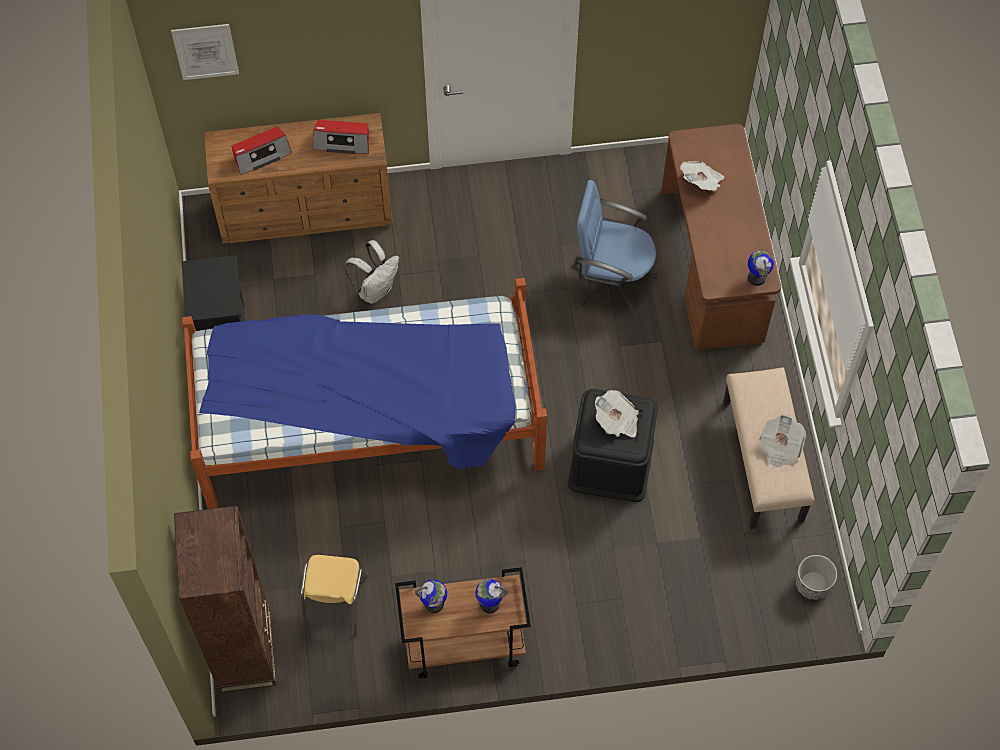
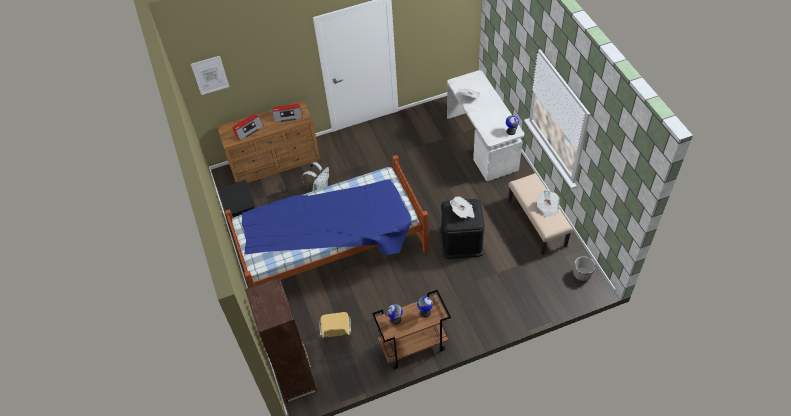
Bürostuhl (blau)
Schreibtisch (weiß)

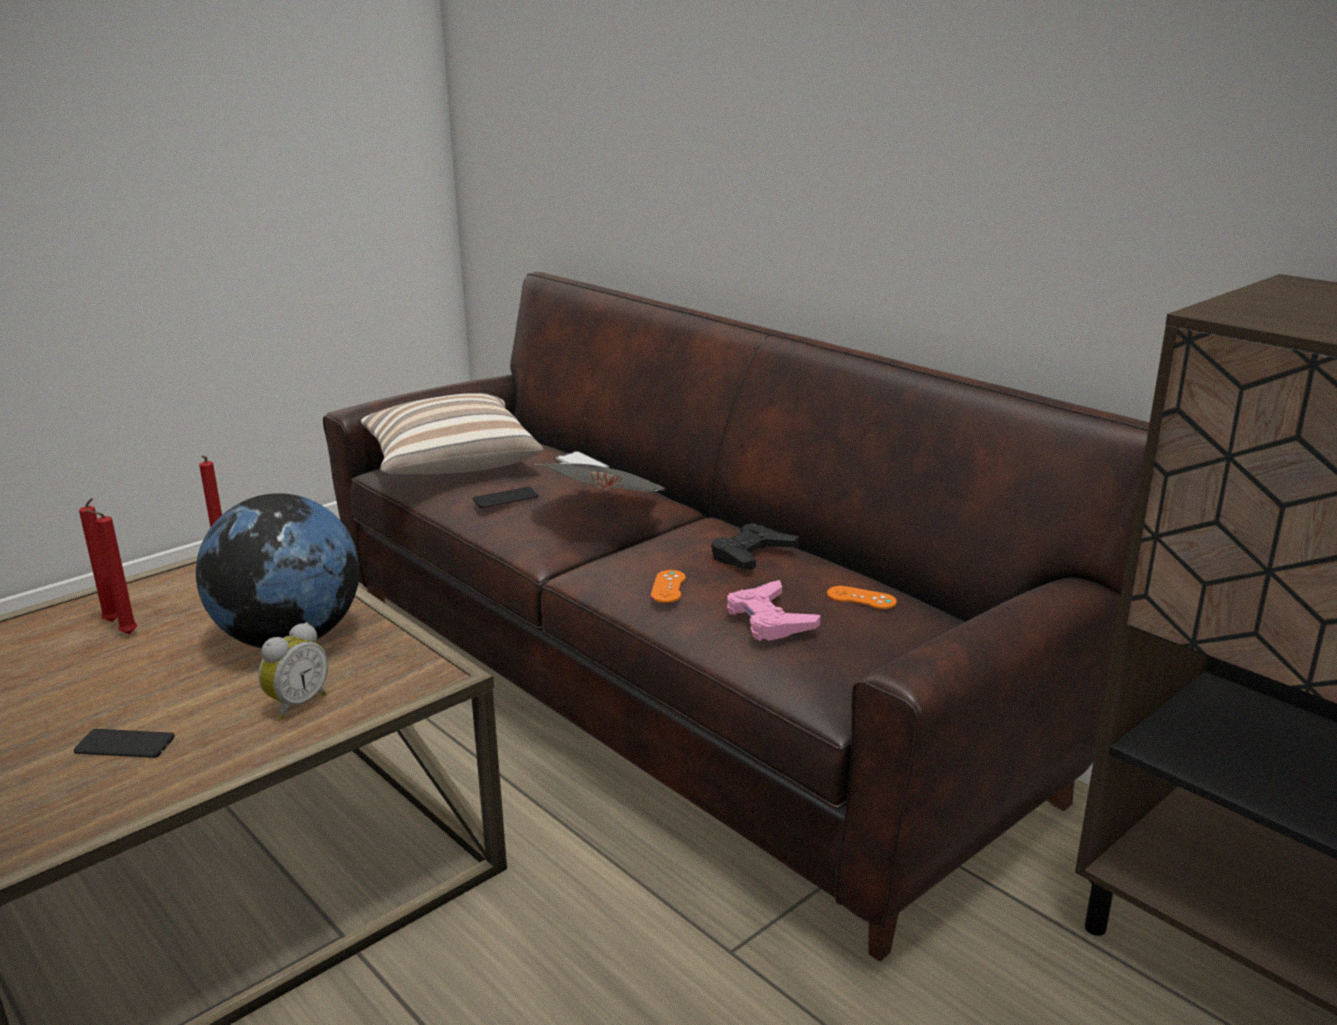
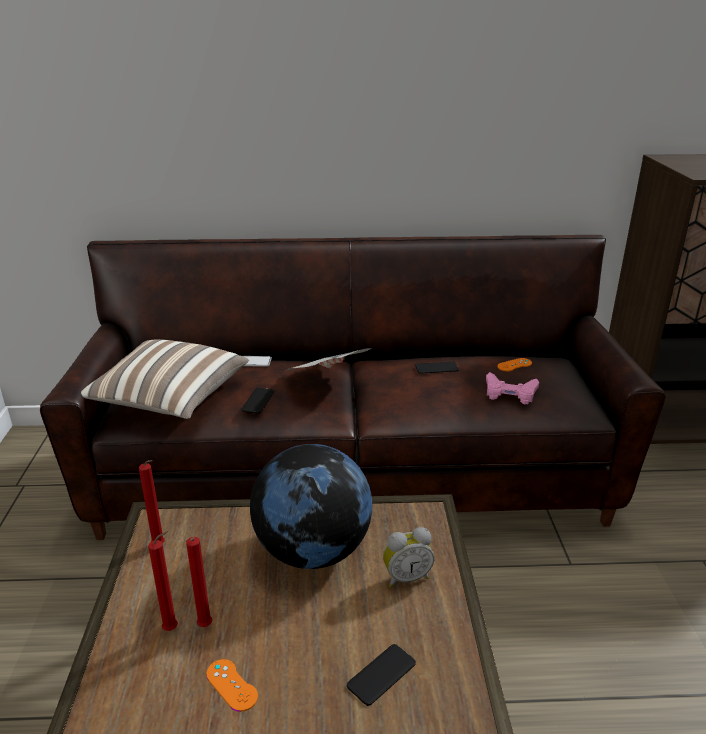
Gamepad (orange) (no. 1 from left)
Handy (no. 4 from left)
Wecker

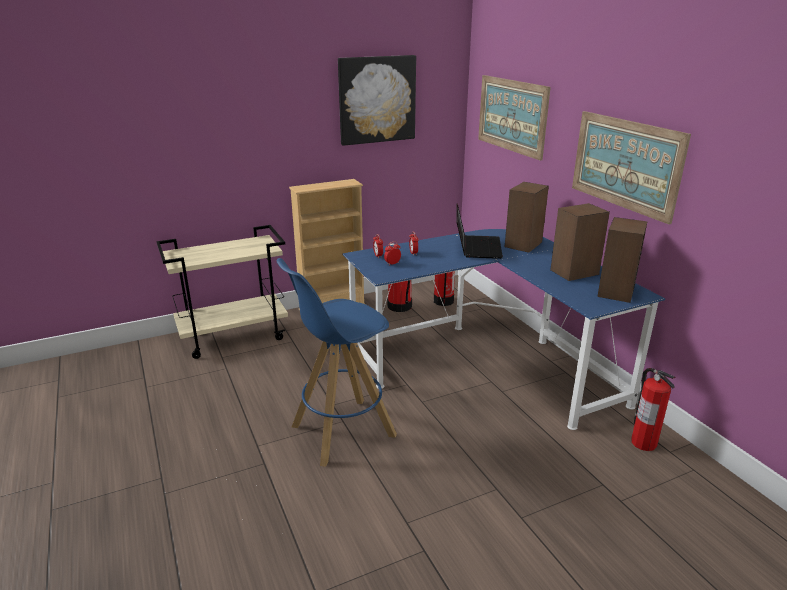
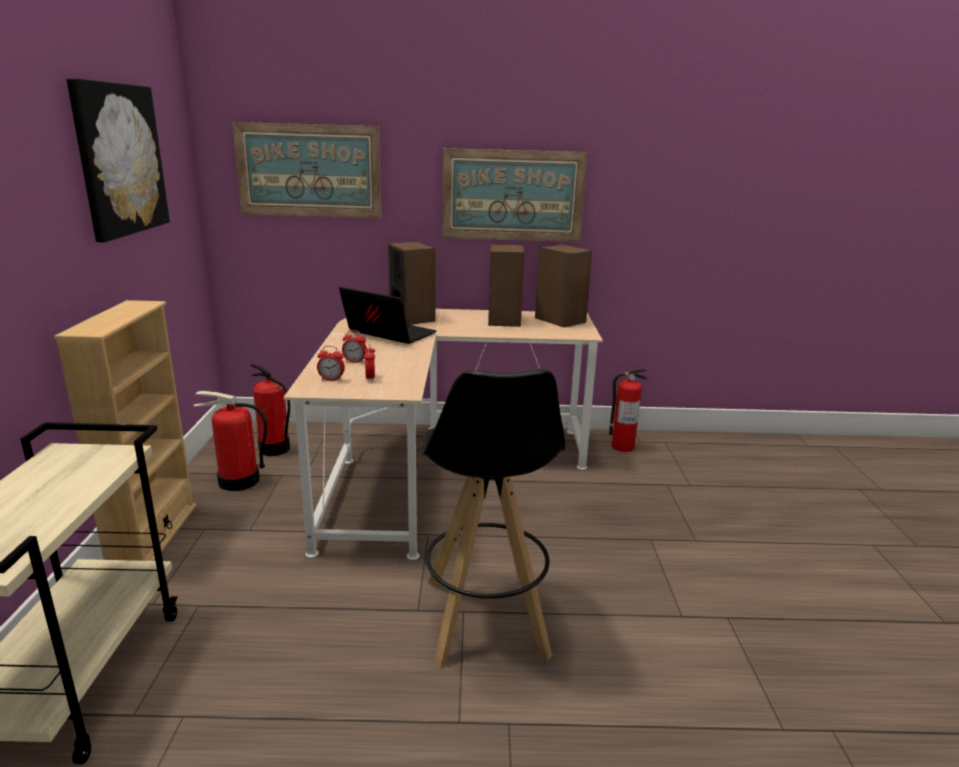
Hocker (schwarz)
Schreibtisch (beige)

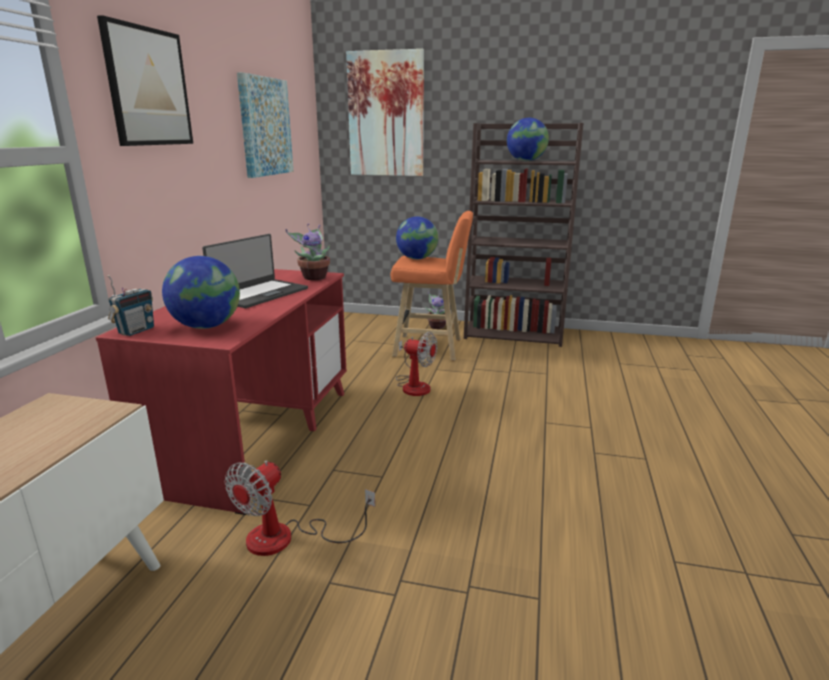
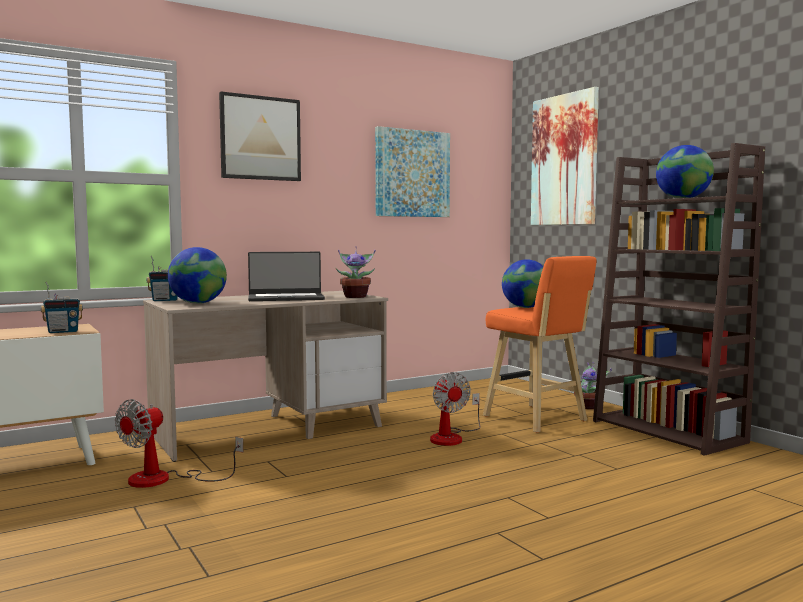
Radio (no. 1 from left)
Schreibtisch (beige)
Ventilator (no. 1 from left)

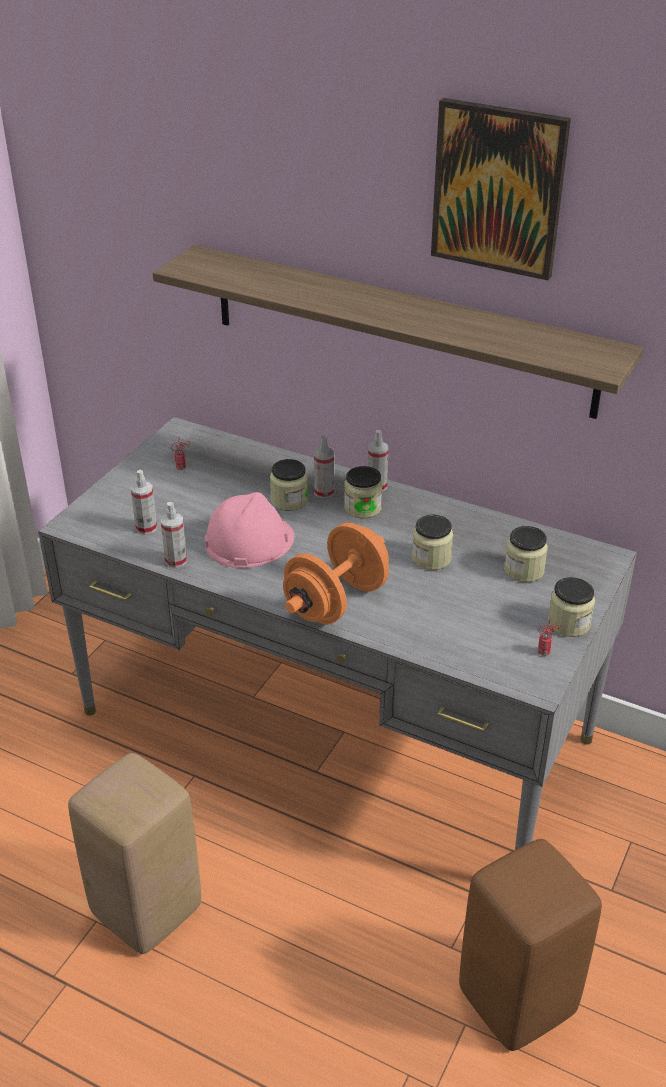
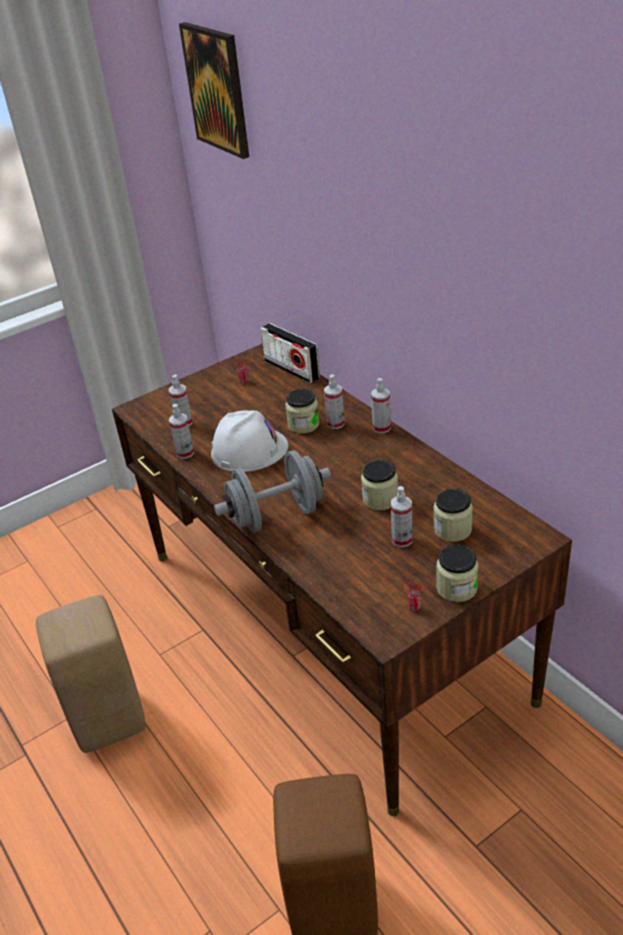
Wandregal
Vorratsglas (no. 2 from left in the first image)
Radio
Sprühflasche (no. 5 from left)
Bild
Schreibtisch (braun)
Schutzhelm (weiß)
Hantel (grau)

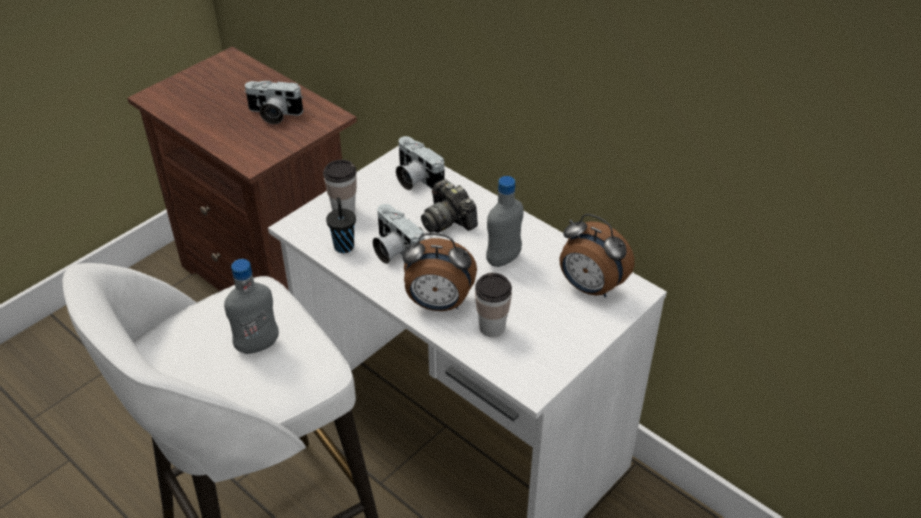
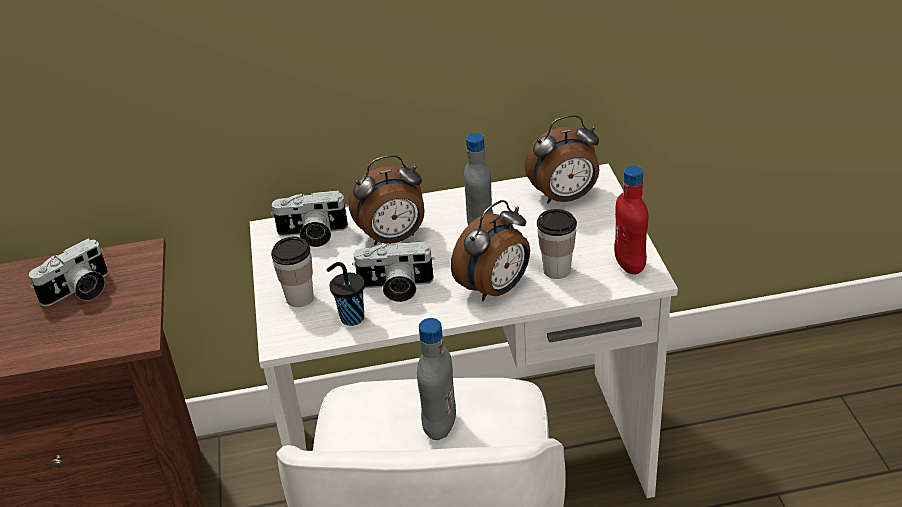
Flasche (rot)
Wecker (no. 1 from left)

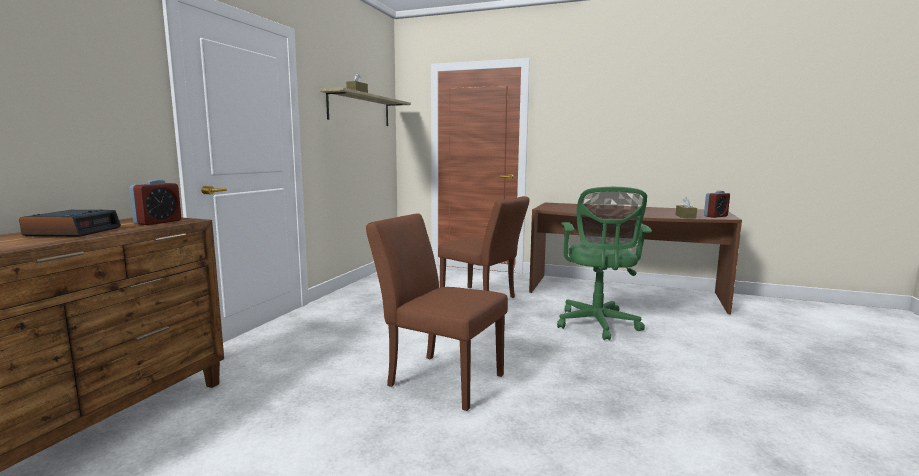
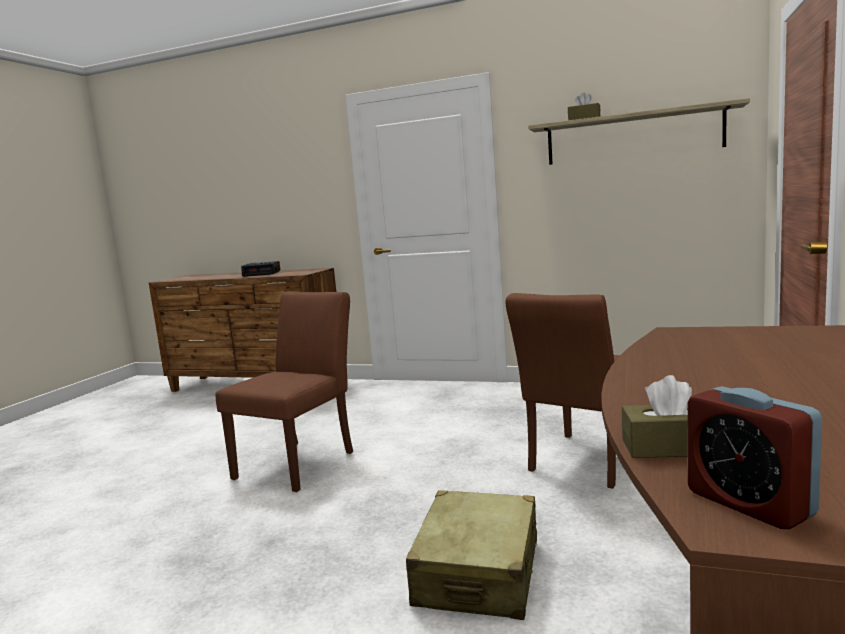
Wecker (no. 2 from left in the first image)
Koffer (beige)

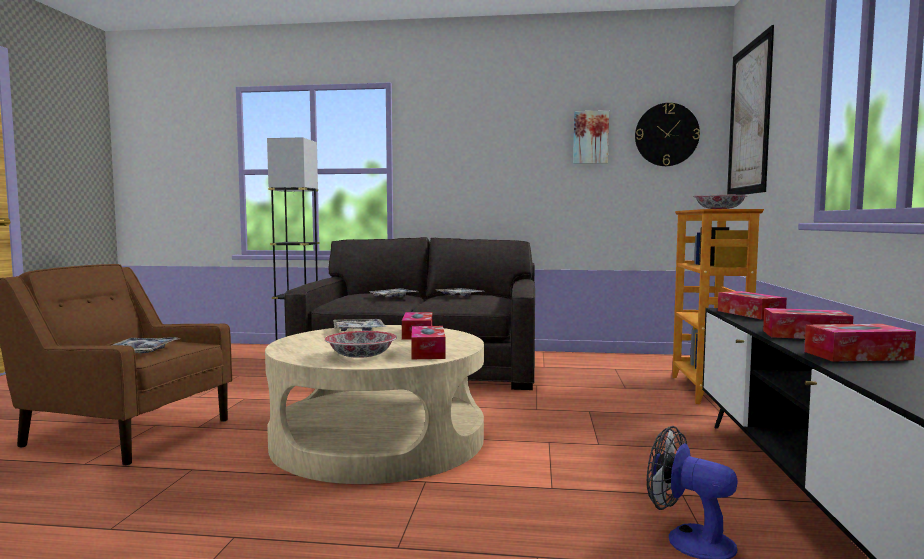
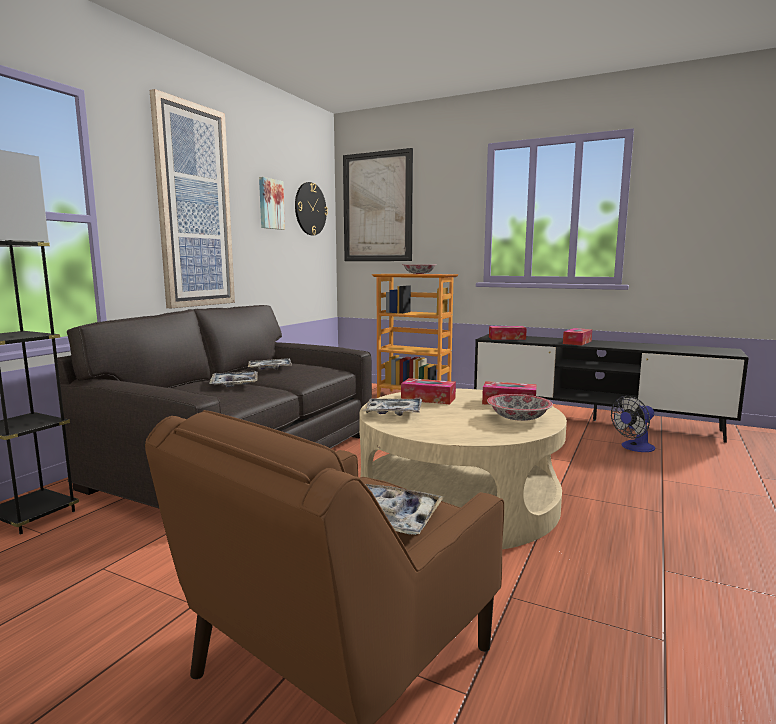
Taschentuchbox (no. 5 from left in the first image)
Bild (no. 1 from left)

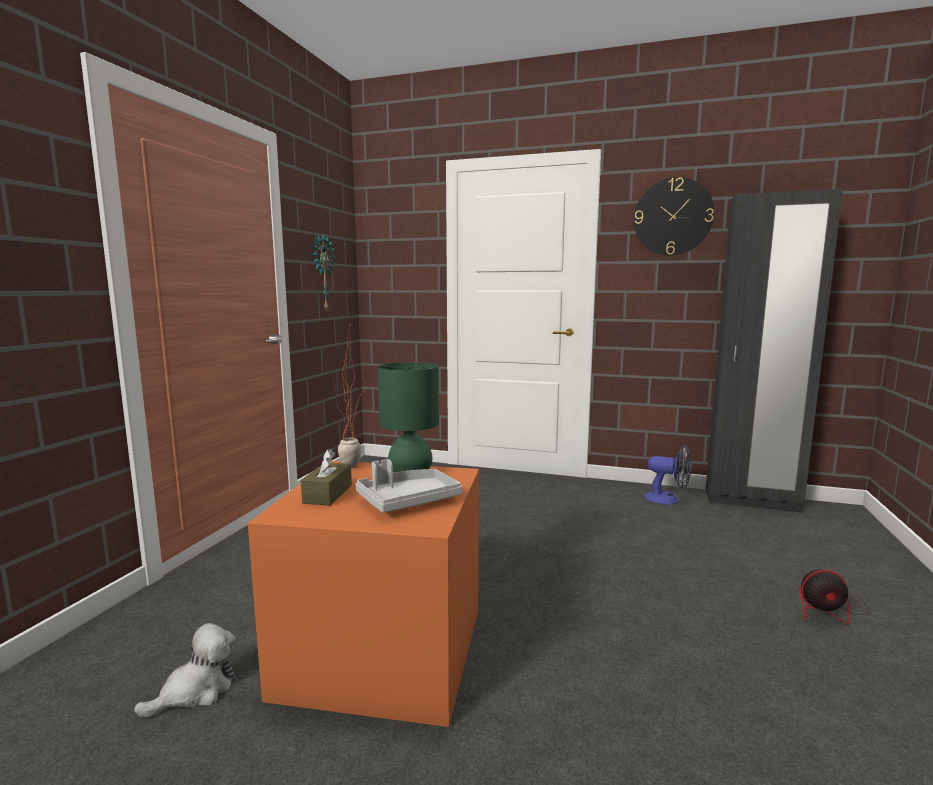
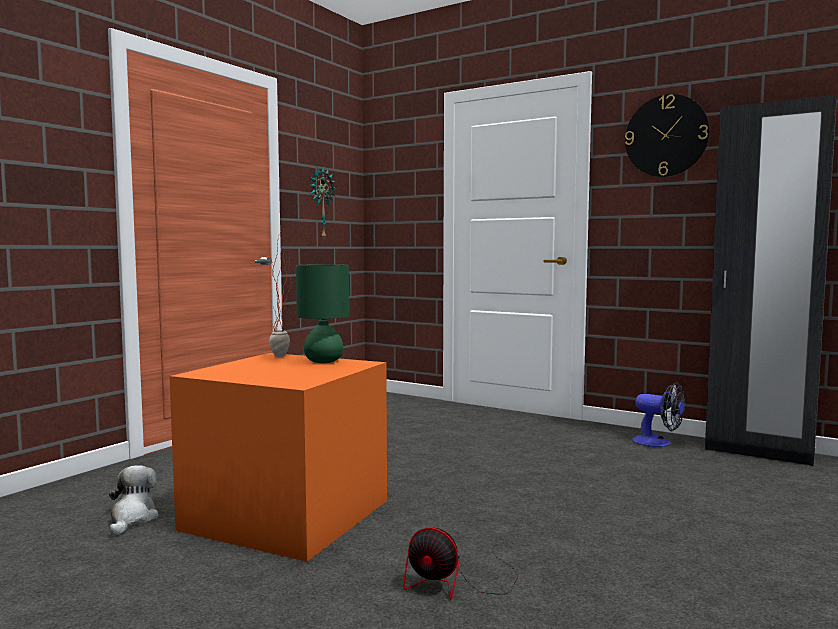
Taschentuchbox (braun)
Tablett (grau)
Ventilator (no. 1 from left)
Plüschtier

